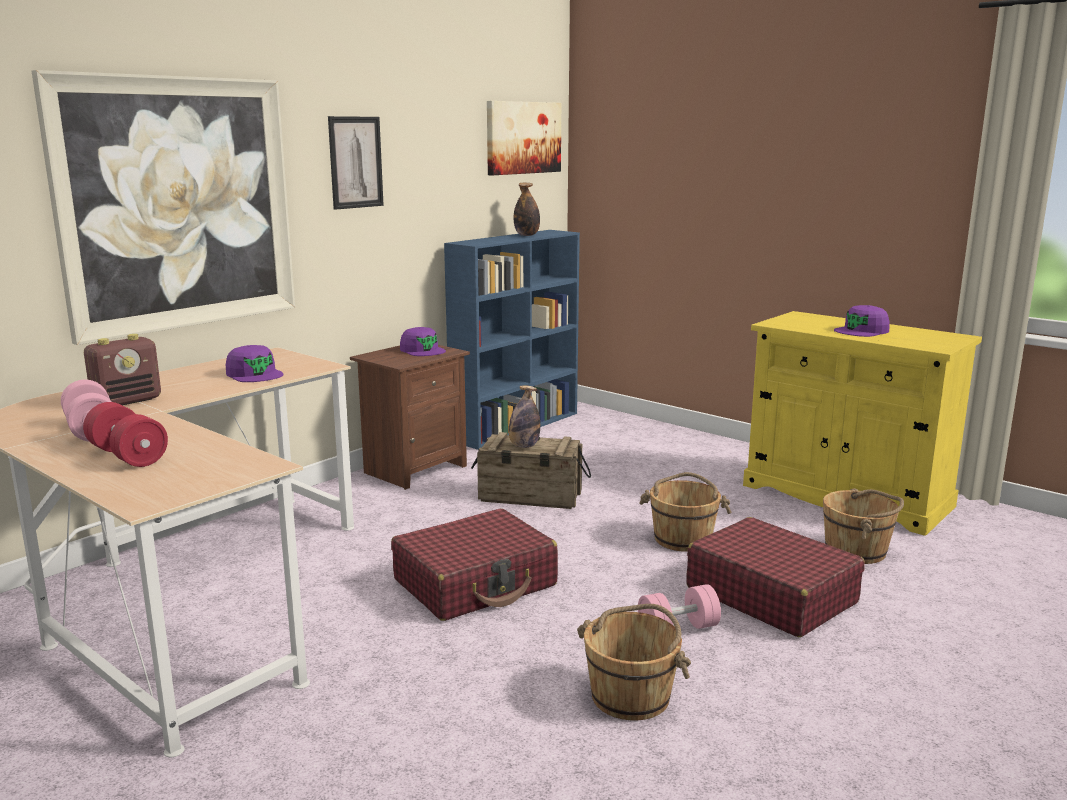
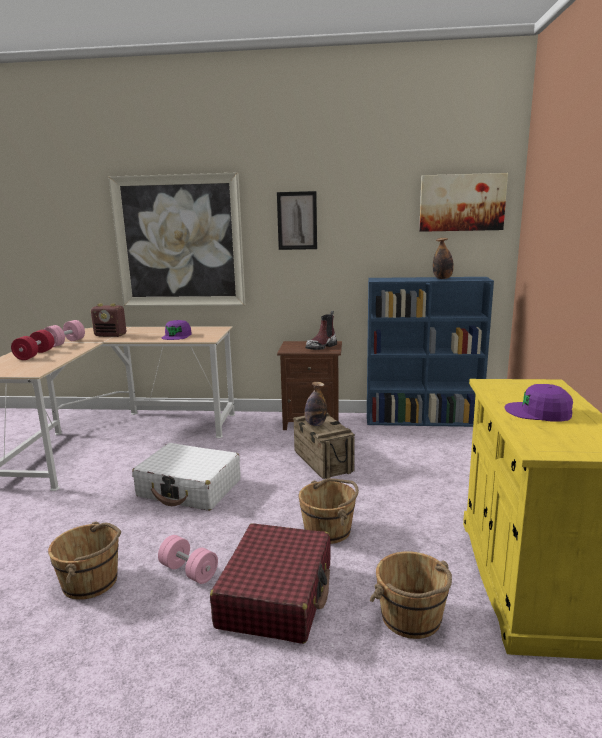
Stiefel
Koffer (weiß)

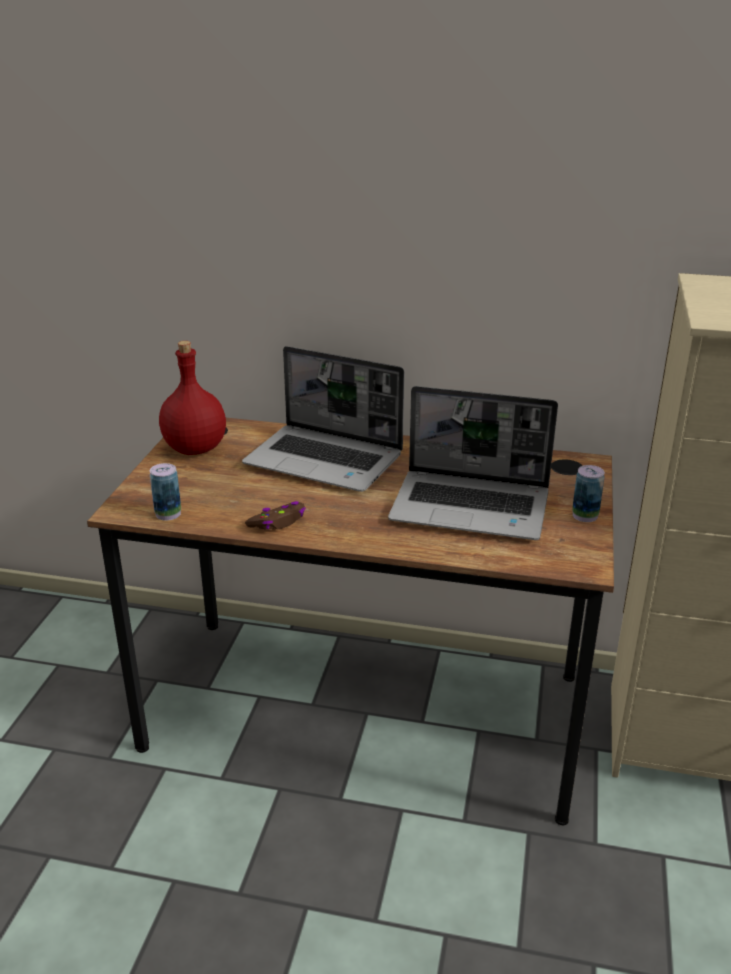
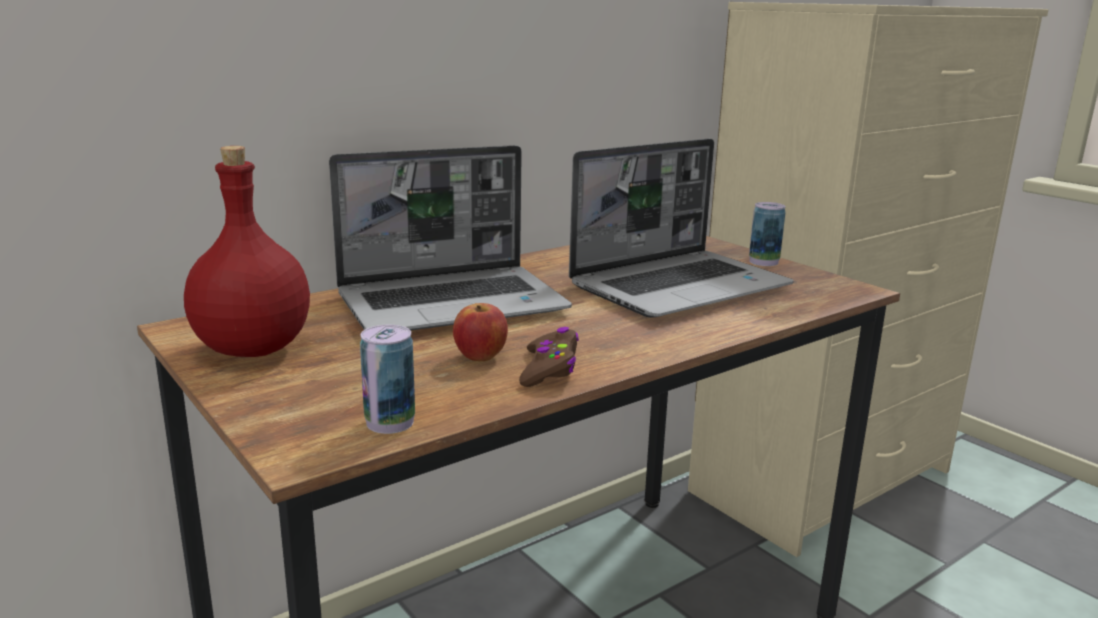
Apfel

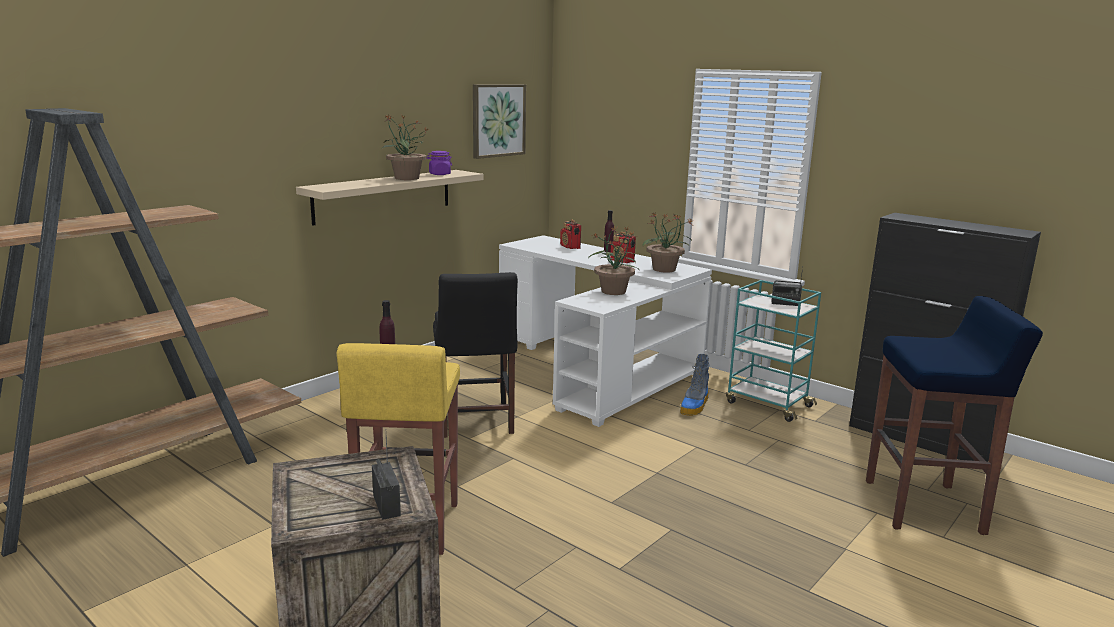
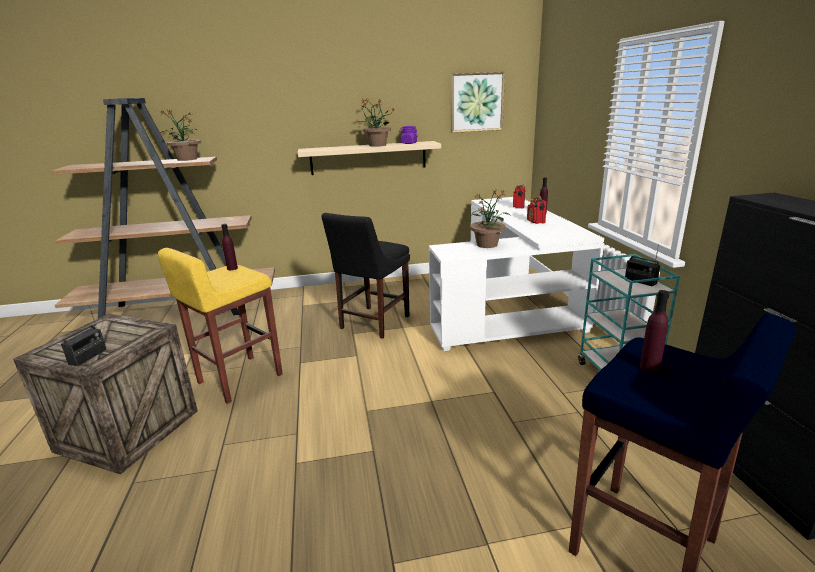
Stiefel
Flasche (lila) (no. 3 from left)
Topfpflanze (no. 1 from left)

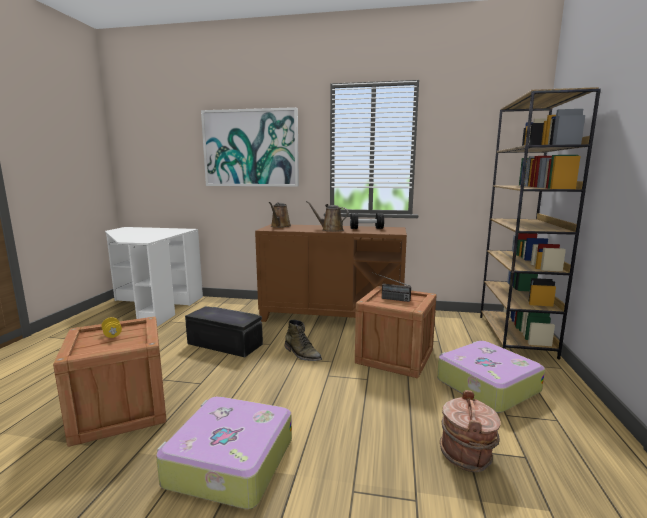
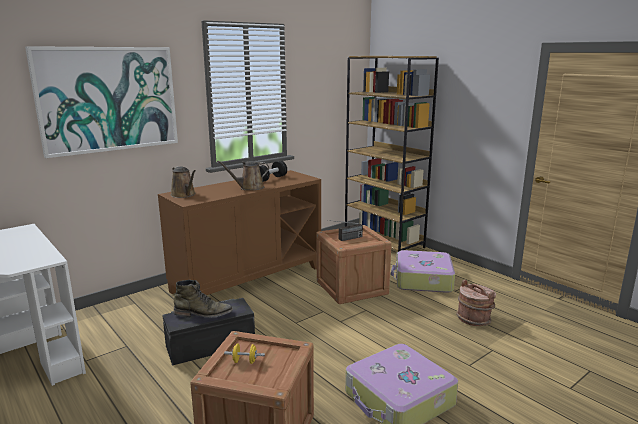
Stiefel (grün)

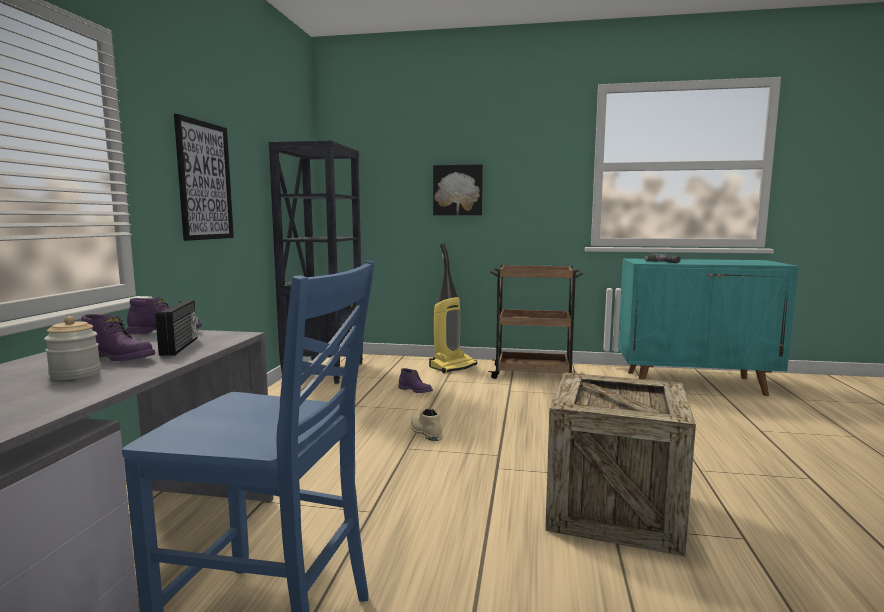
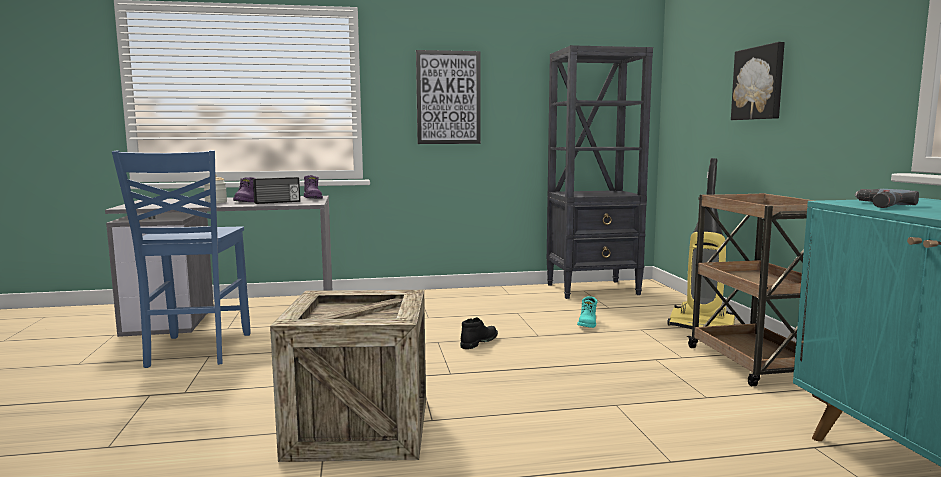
Stiefel (türkis)
Stiefel (schwarz)

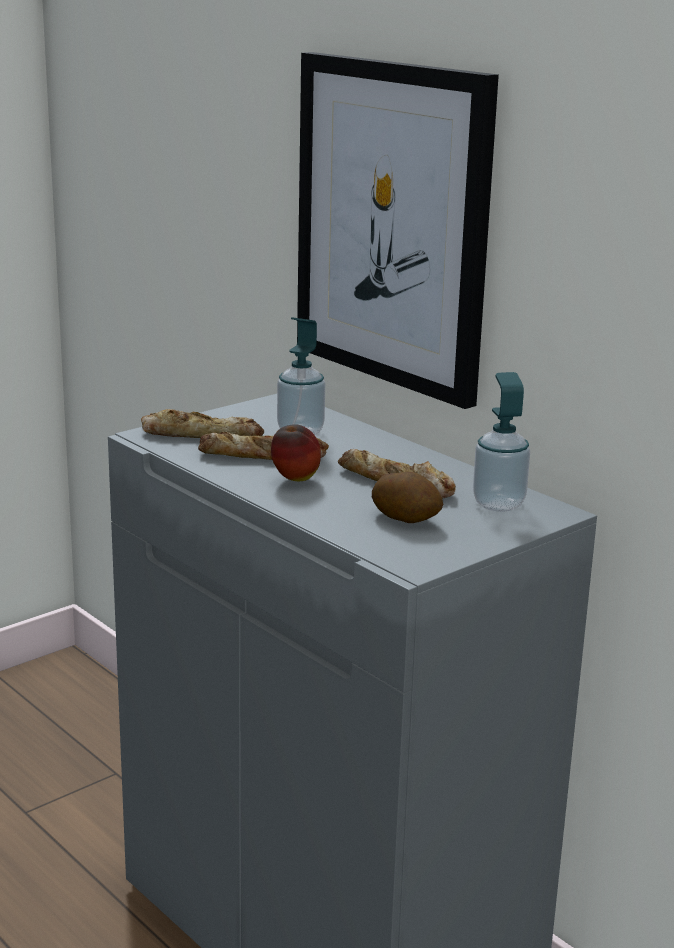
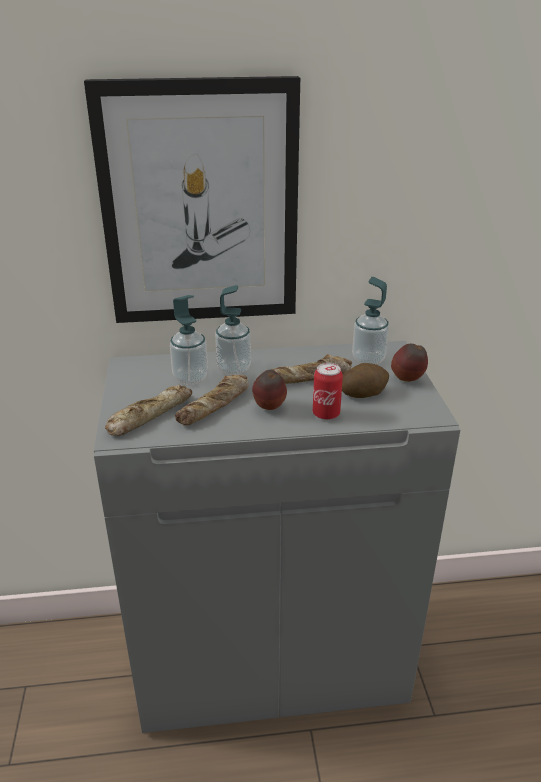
Seifenspender (no. 2 from left)
Dose
Apfel (no. 2 from left)

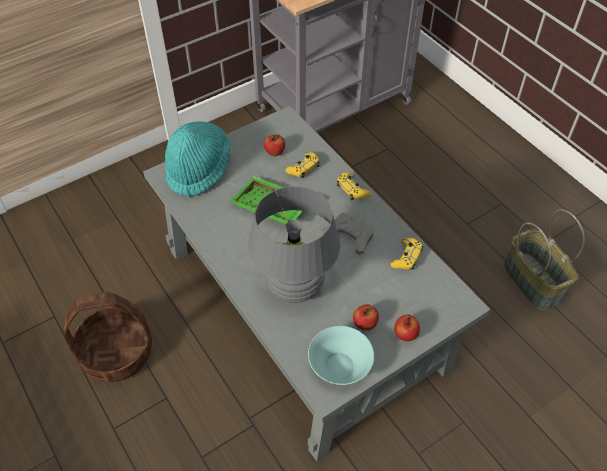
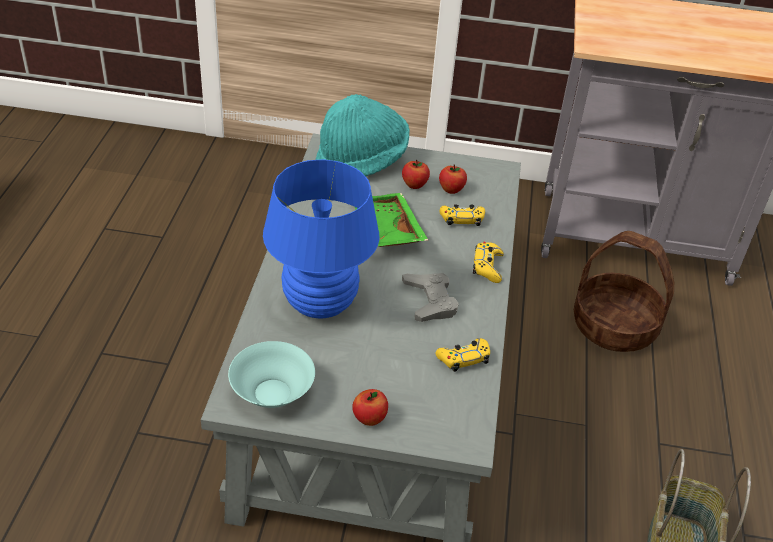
Korb (no. 1 from left)
Apfel (no. 2 from left)
Tischlampe (blau)

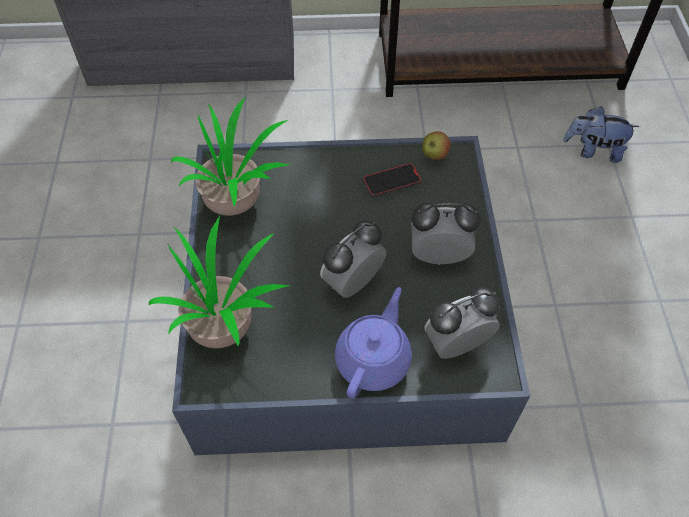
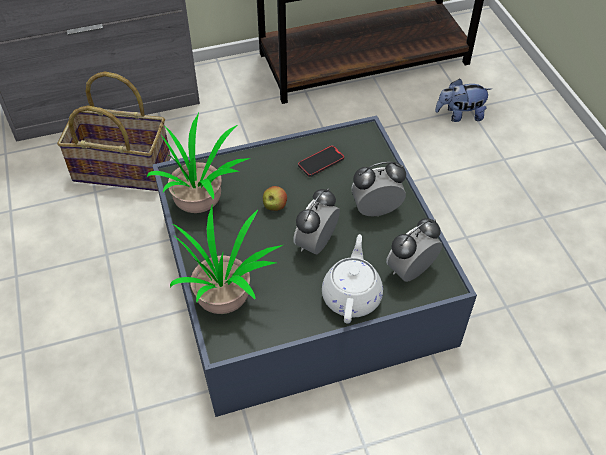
Korb
Apfel
Teekanne (weiß)

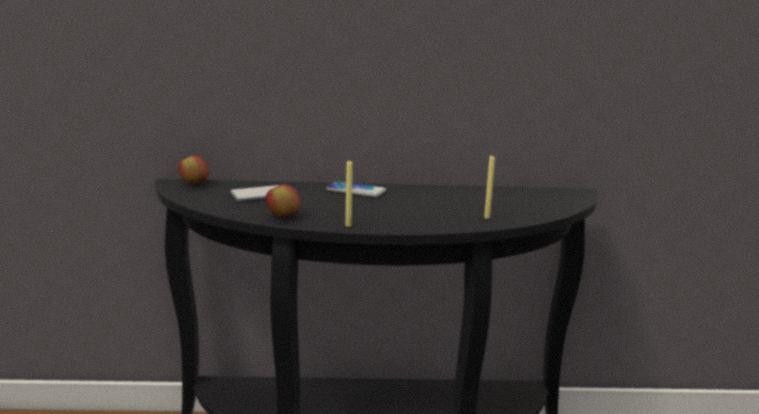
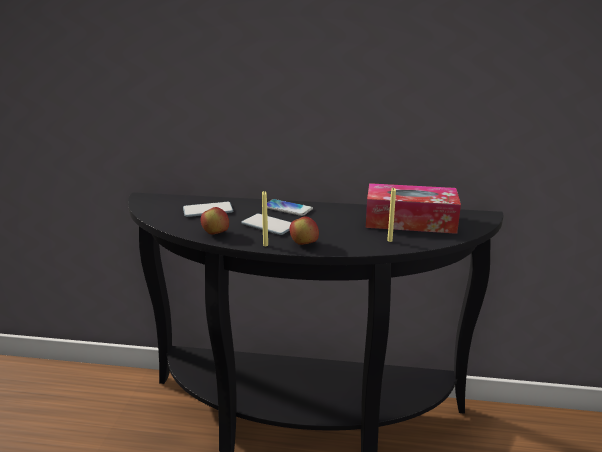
Handy (no. 2 from left)
Taschentuchbox
Apfel (no. 2 from left)

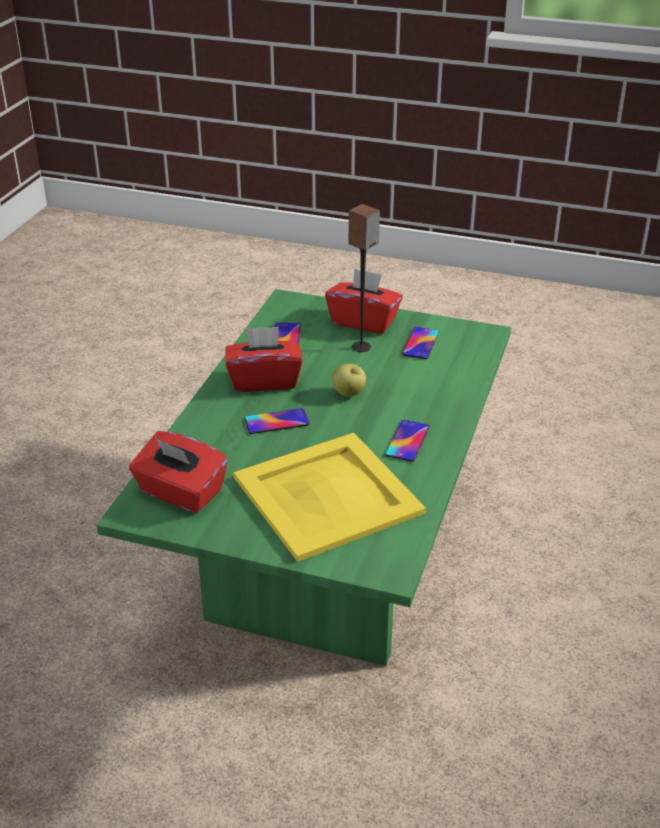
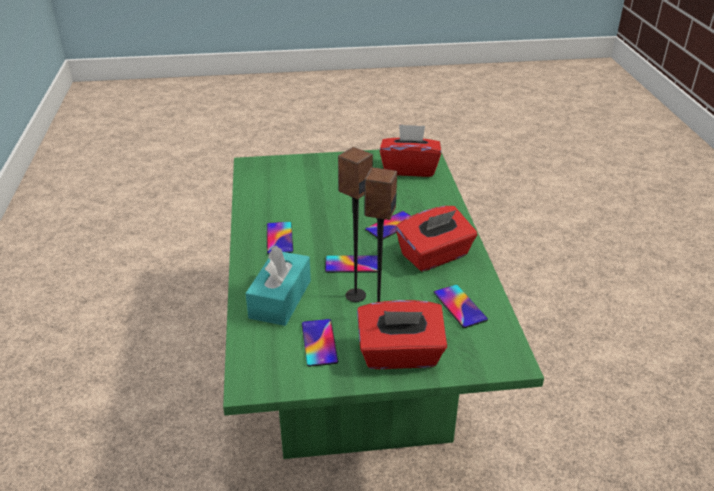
Tablett (gelb)
Taschentuchbox (türkis)
Lautsprecher (no. 1 from left)
Handy (no. 3 from left)

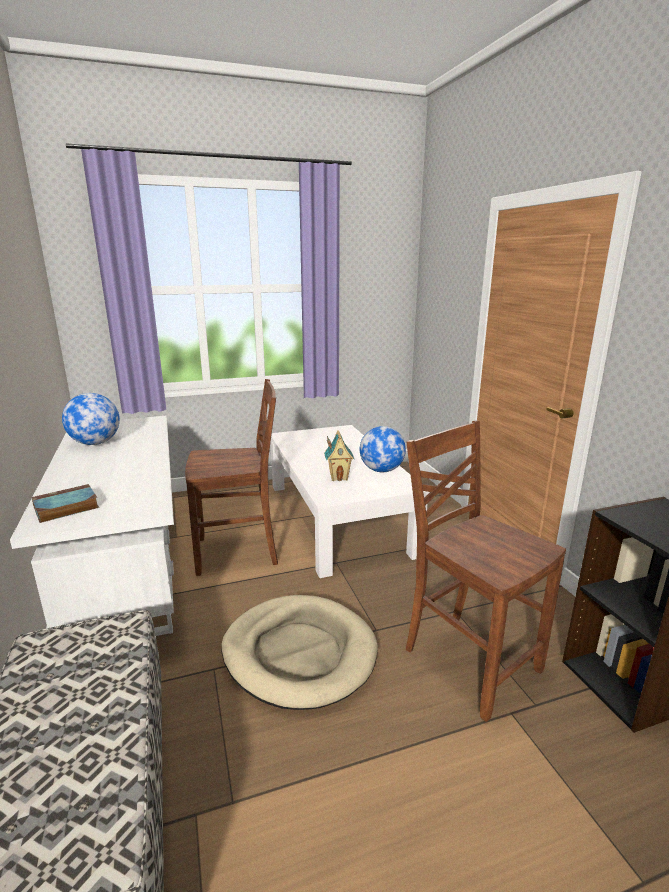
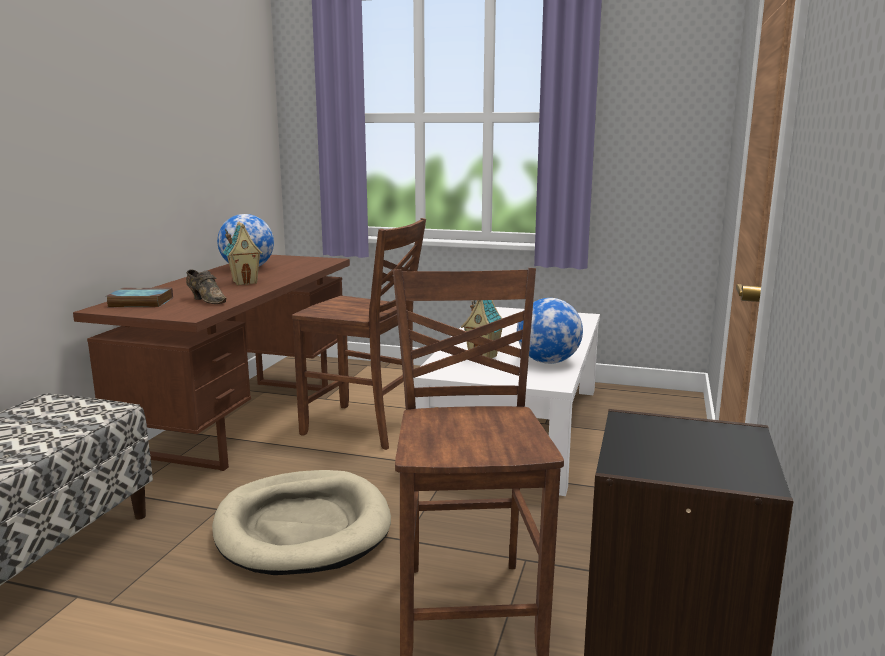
Schuh (braun)
Spielzeughaus (no. 1 from left)
Schreibtisch (braun)

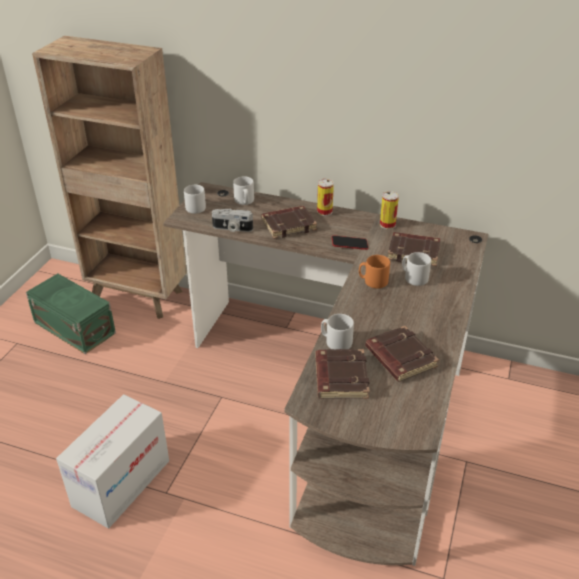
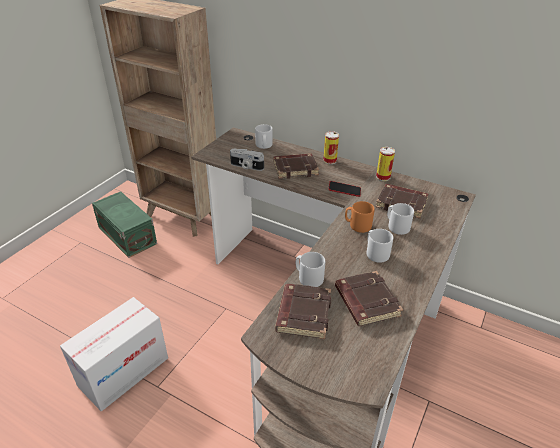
Henkelbecher (grau) (no. 3 from left)

